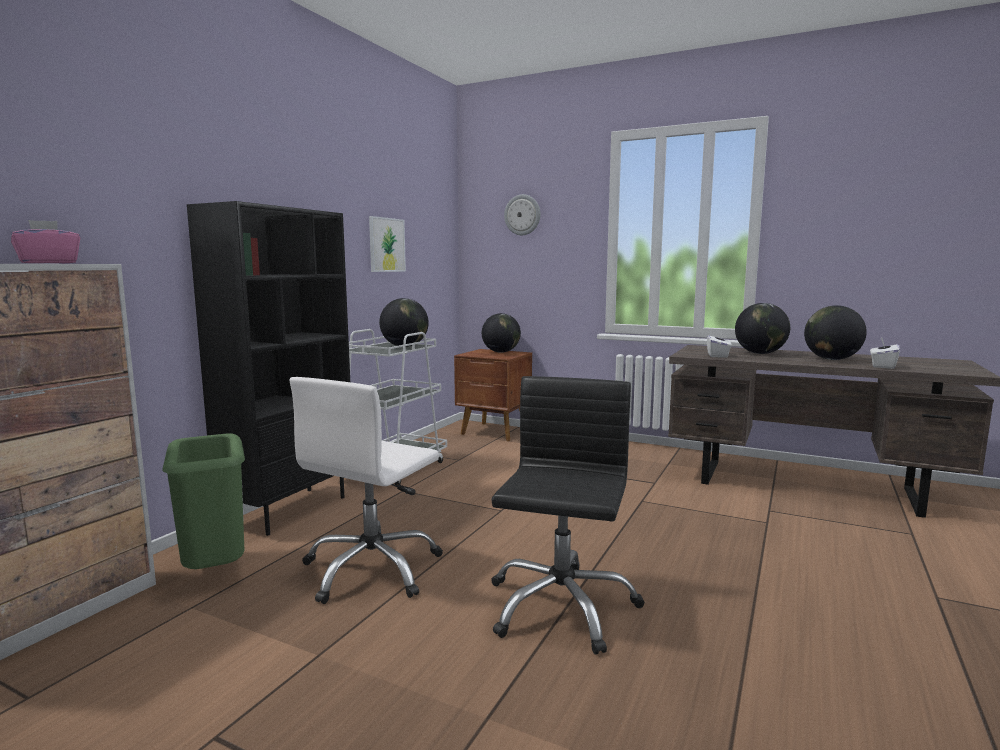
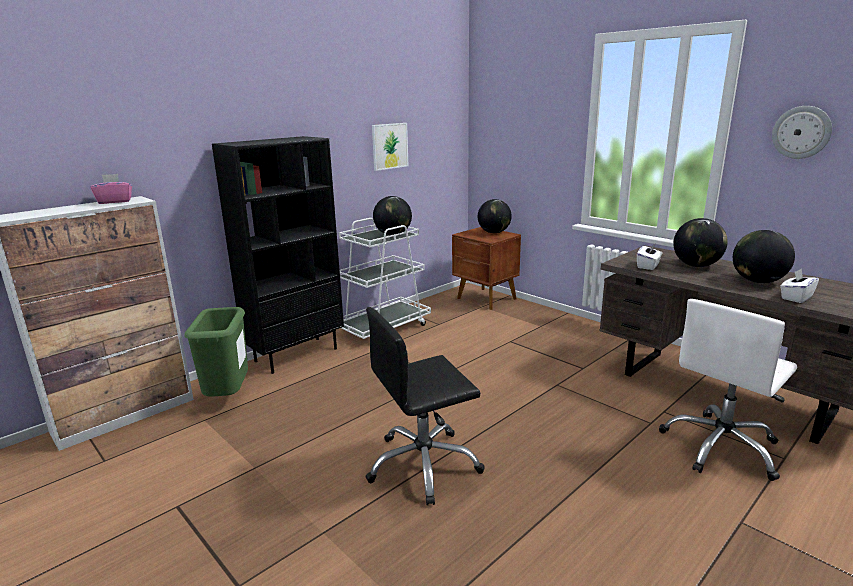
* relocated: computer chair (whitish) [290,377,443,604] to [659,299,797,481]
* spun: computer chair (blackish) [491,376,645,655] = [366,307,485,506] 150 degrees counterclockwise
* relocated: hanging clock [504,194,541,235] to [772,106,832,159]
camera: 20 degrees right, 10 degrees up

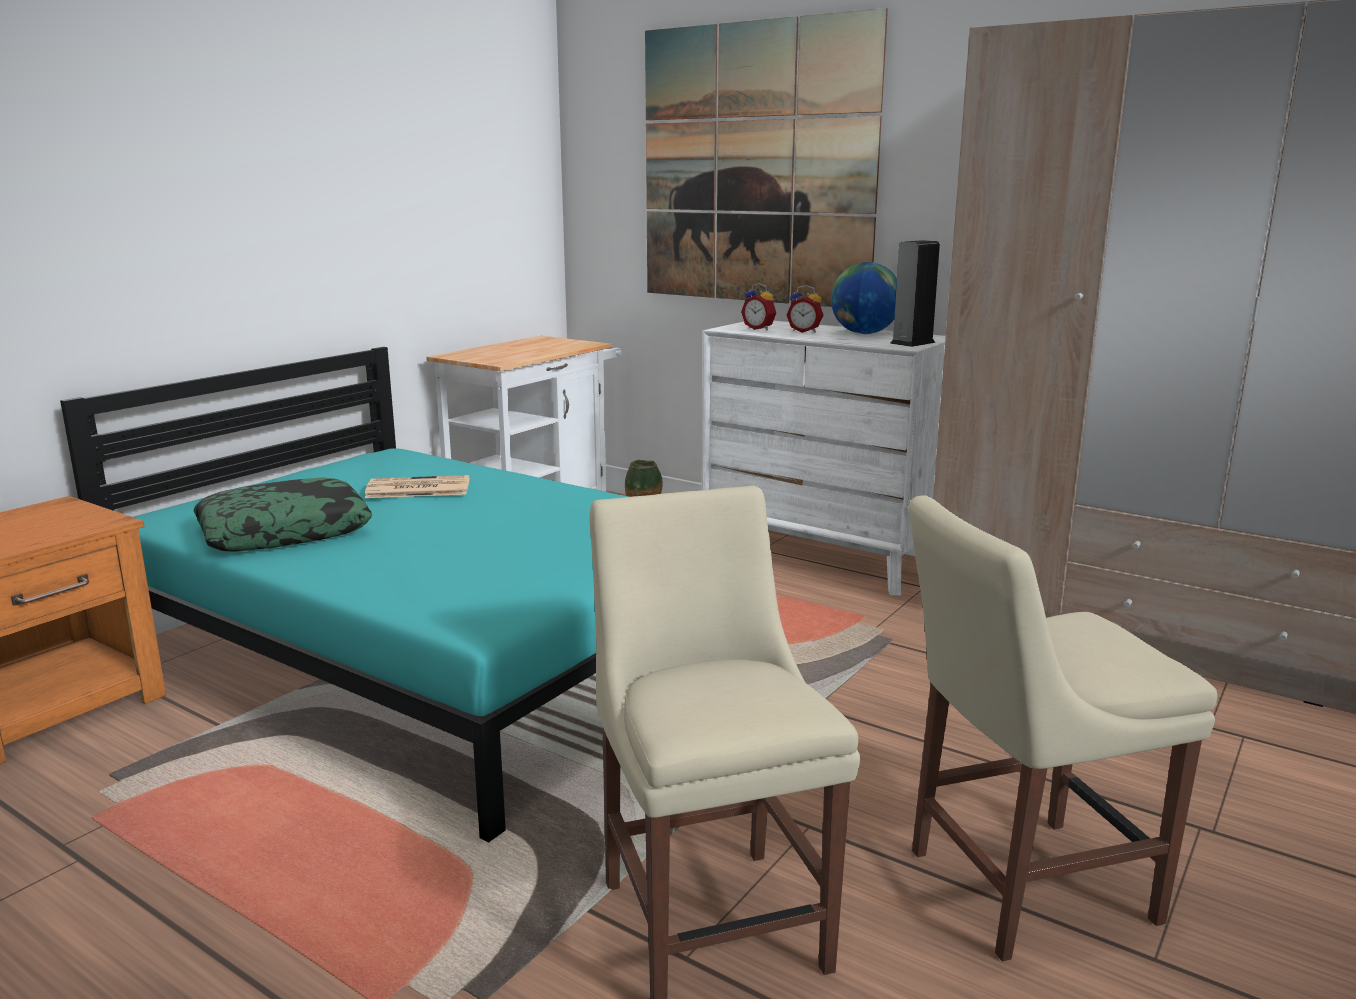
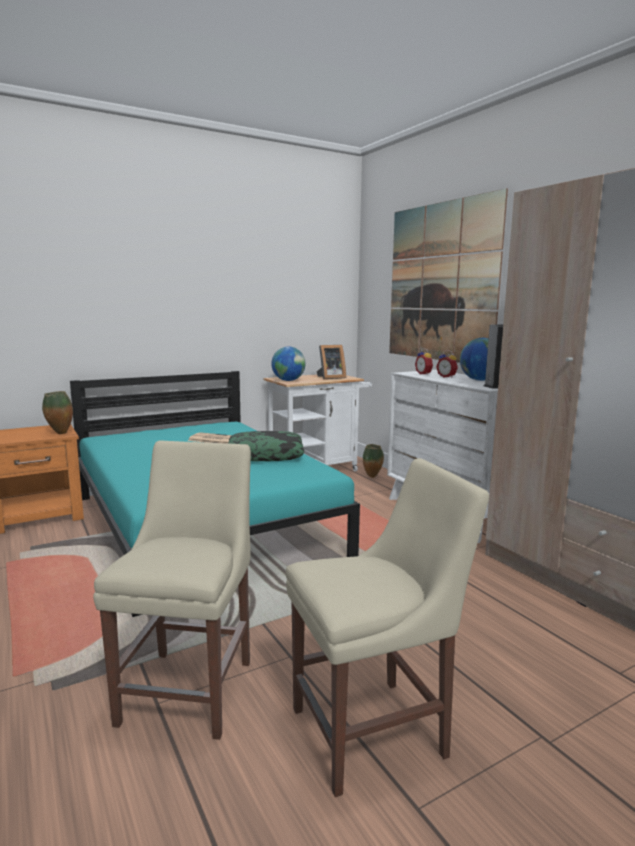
* relocated: cushion [193,478,372,552] to [228,431,304,461]
* spun: upright chair (beige) [909,495,1217,961] = [286,458,489,797] 150 degrees clockwise
* appeared: flower vase [42,391,73,434]
* appeared: desk globe [271,347,306,381]
* appeared: photo frame [317,345,346,379]
camera: 25 degrees right, 5 degrees down

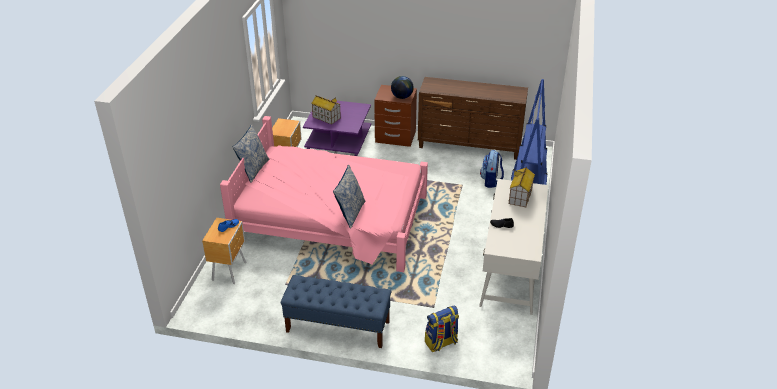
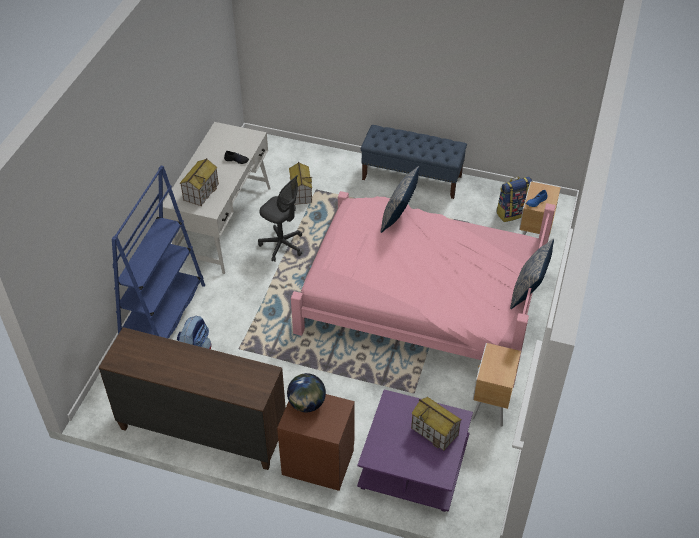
* relocated: knapsack [425,305,459,352] to [496,176,533,222]
* appeared: computer chair (greyish) [258,175,302,262]
* appeared: toy house [289,162,312,205]
camera: 175 degrees left, 10 degrees up

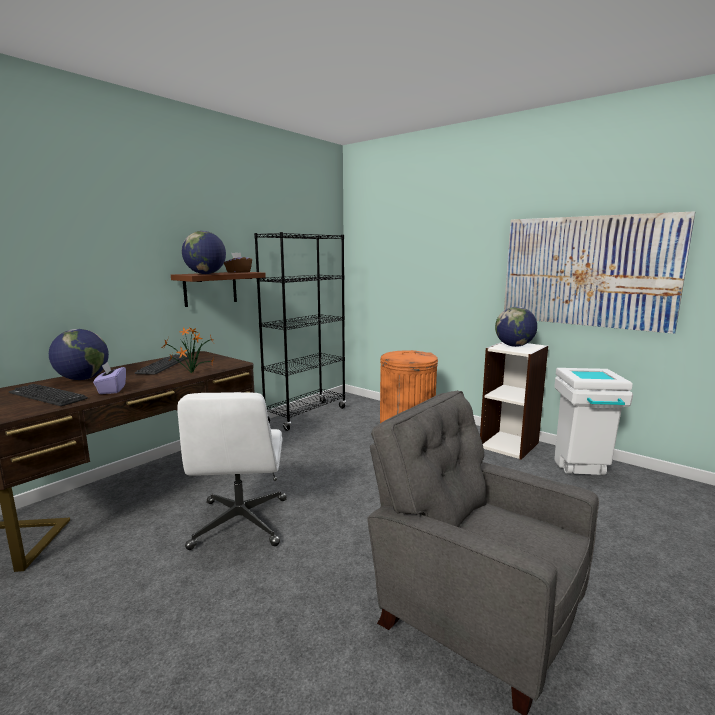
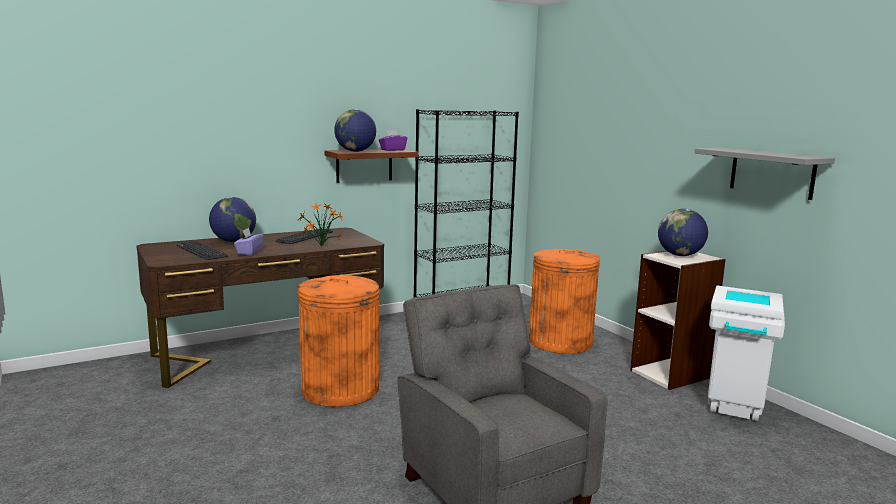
* exchanged: computer chair (whitish) [177,392,287,550] to rubbish bin (orange-coloured) [297,275,380,407]
* colour: tissue box (brown-coloured) [224,253,252,273] to tissue box (purplish) [379,130,408,151]
* exchanged: wall picture [504,211,695,334] to bracket shelf (greyish) [695,148,835,200]
camera: 20 degrees right, 0 degrees up

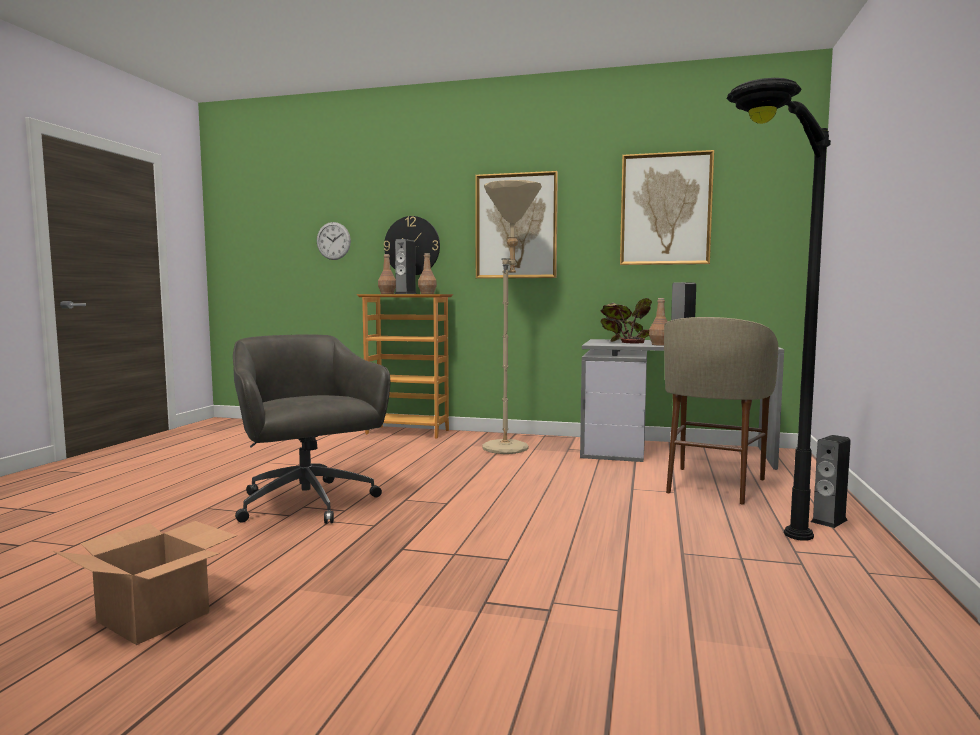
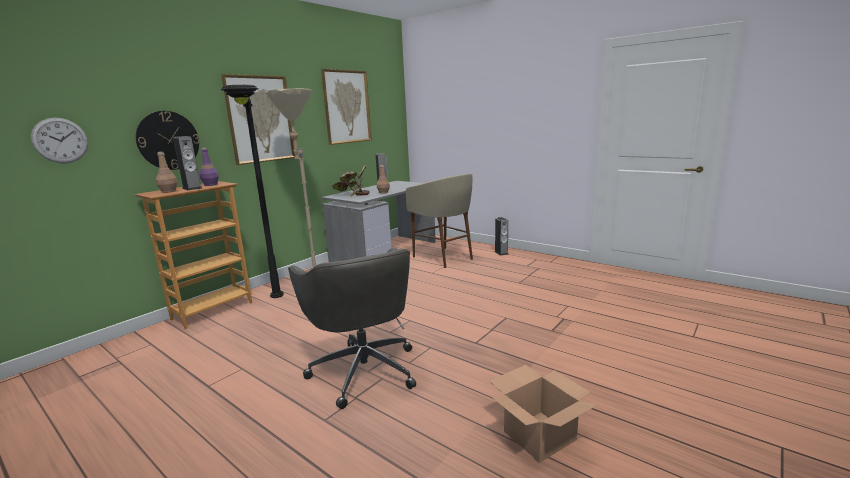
* spun: computer chair (greyish) [233,334,390,524] = [288,248,416,409] 105 degrees counterclockwise
* colour: bottle (brown-coloured) [418,253,437,294] to bottle (purplish) [199,148,219,186]
* relocated: standard lamp (blackish) [727,78,831,541] to [221,85,284,298]
camera: 65 degrees left, 10 degrees up

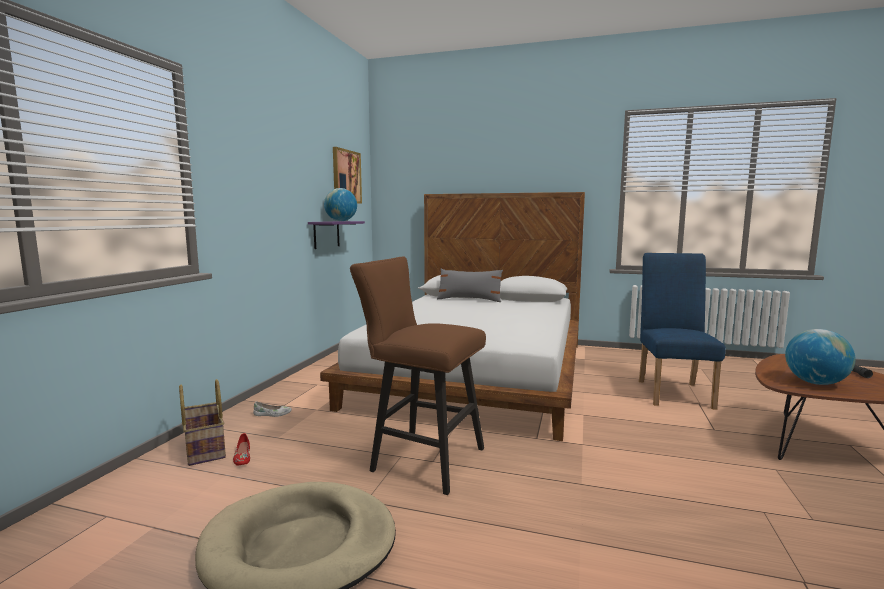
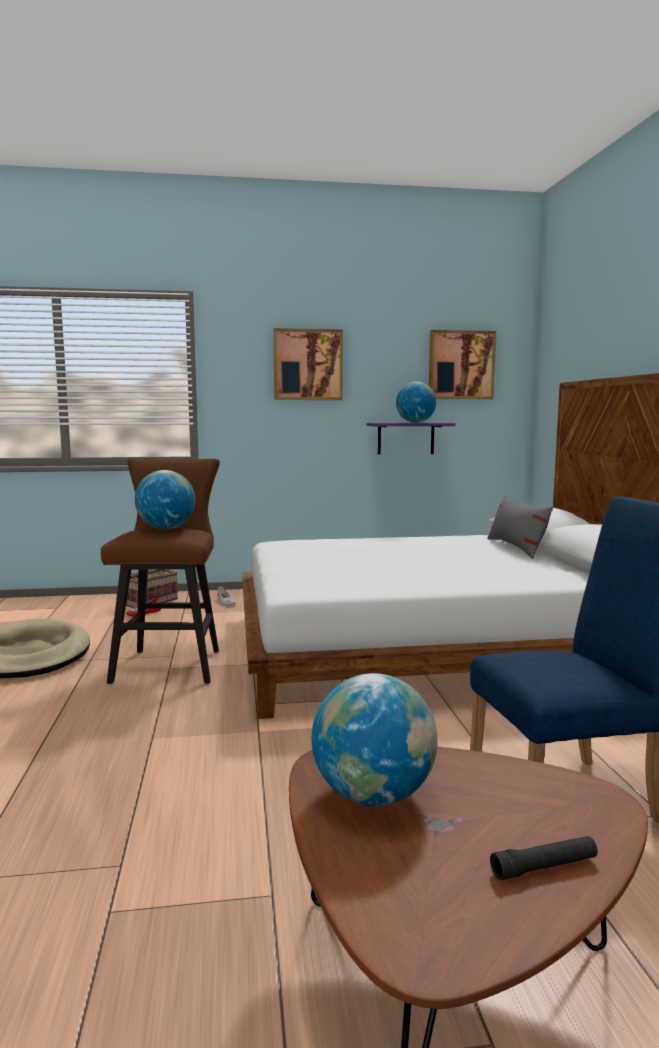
* appeared: desk globe [135,470,195,529]
* appeared: wall picture [273,328,343,400]
camera: 65 degrees right, 0 degrees up

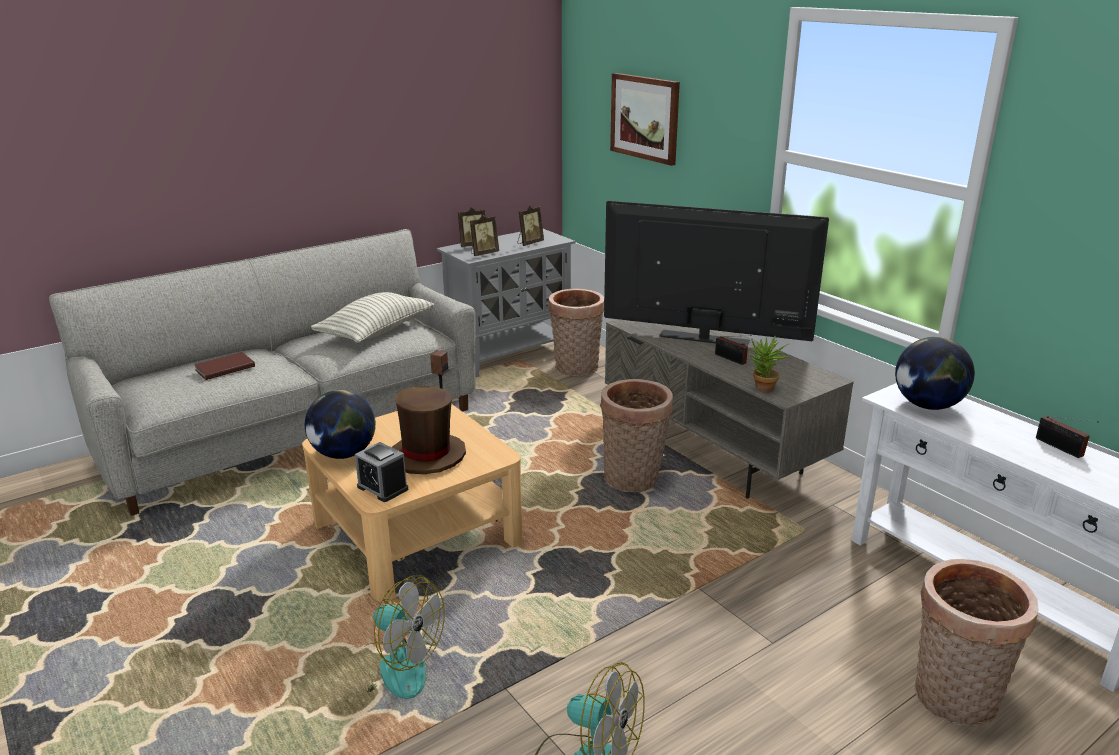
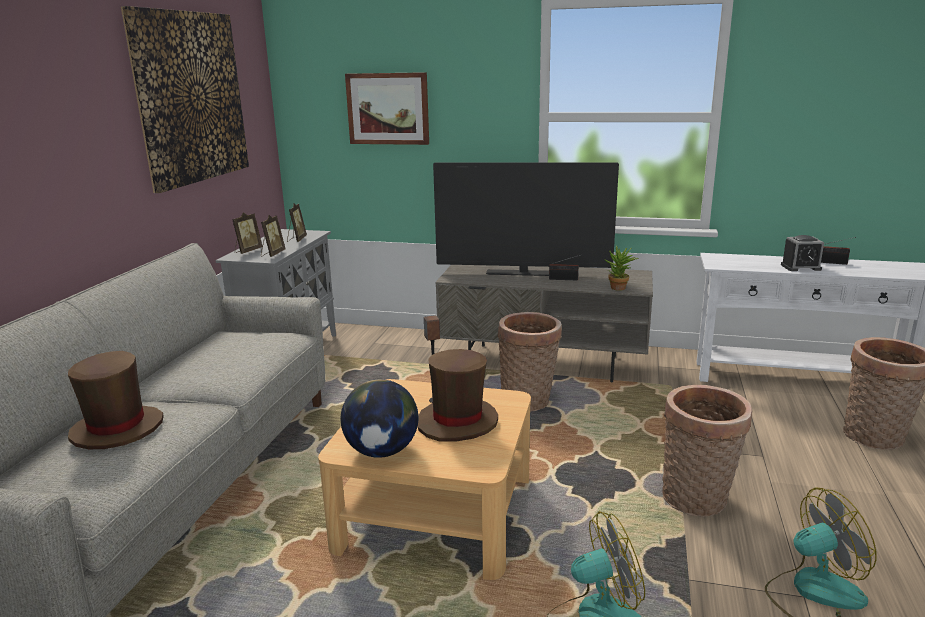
* exchanged: bound book (brown-coloured) [194,352,255,380] to clothing hat (brown-coloured) [68,351,163,449]
* missing: cushion [311,292,434,343]
* relocated: alarm clock [355,442,408,502] to [781,235,824,271]
* relocated: household basket [549,288,604,376] to [662,385,752,517]
* spun: television [604,201,829,347] = [433,162,619,276] 150 degrees counterclockwise
* missing: desk globe [895,337,975,410]
* appeared: wall picture [121,6,249,193]
camera: 40 degrees left, 5 degrees down

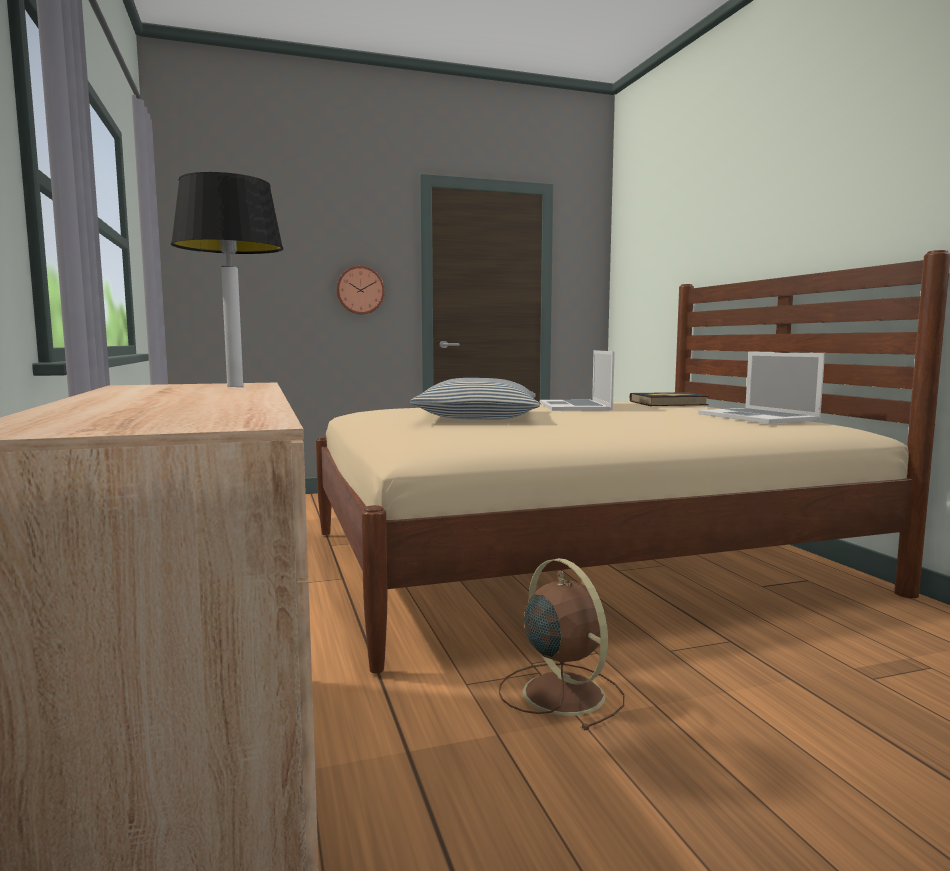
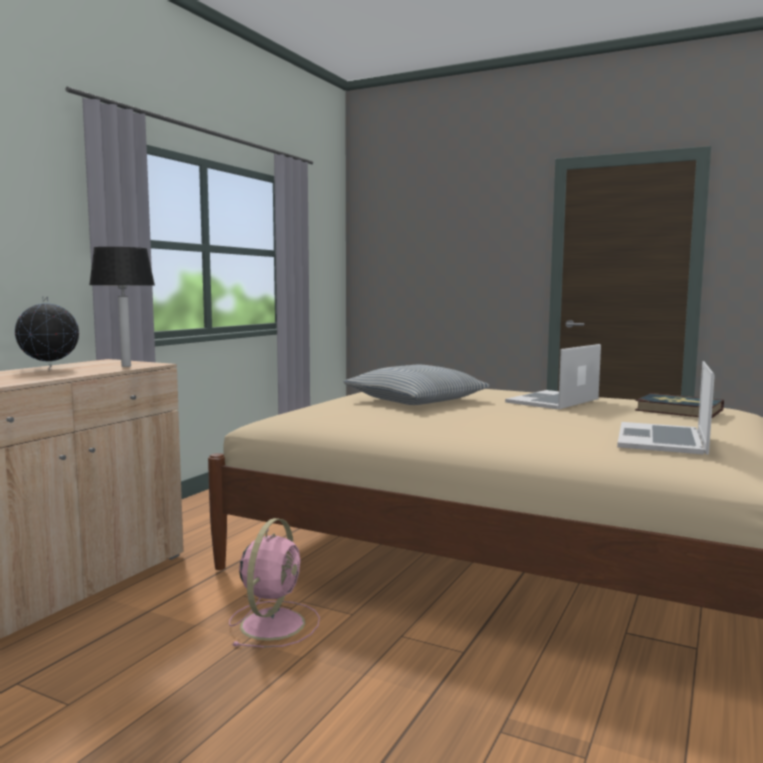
* missing: hanging clock [336,266,385,314]
* colour: electric fan (brown-coloured) [499,558,624,730] to electric fan (pink-coloured) [229,518,320,647]
* appeared: desk globe [15,296,79,370]
camera: 45 degrees right, 0 degrees up

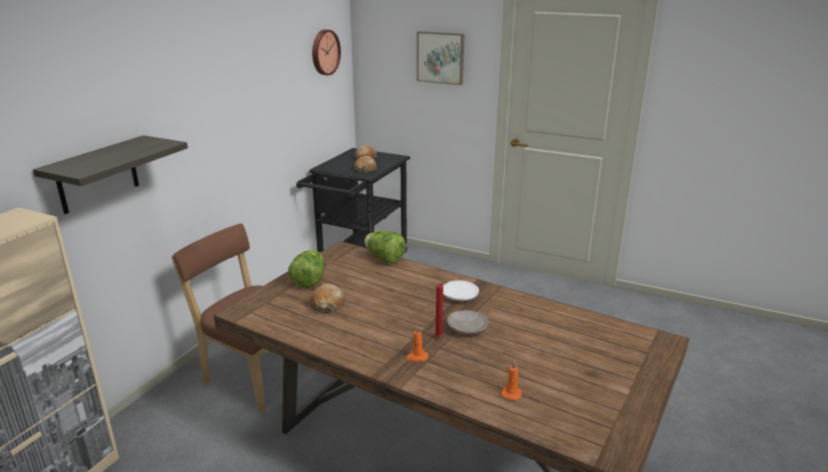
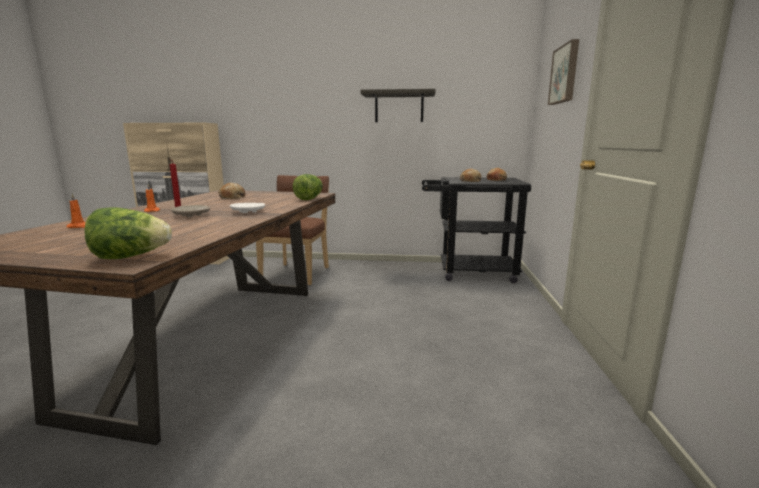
* relocated: bracket shelf [33,135,188,214] to [360,89,436,122]
* relocated: lettuce [288,250,325,288] to [84,207,172,259]
* missing: hanging clock [312,30,341,75]
camera: 70 degrees right, 10 degrees down

